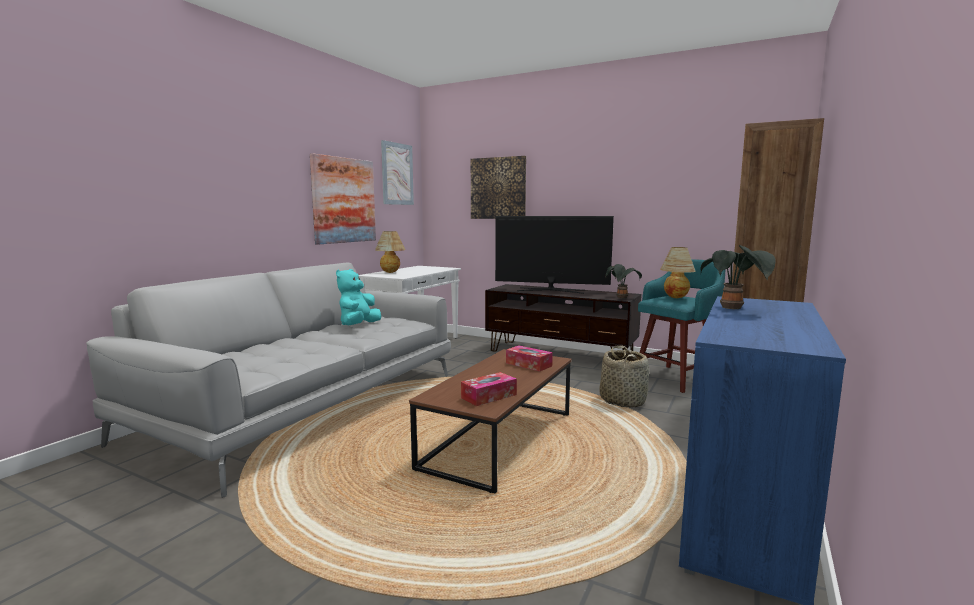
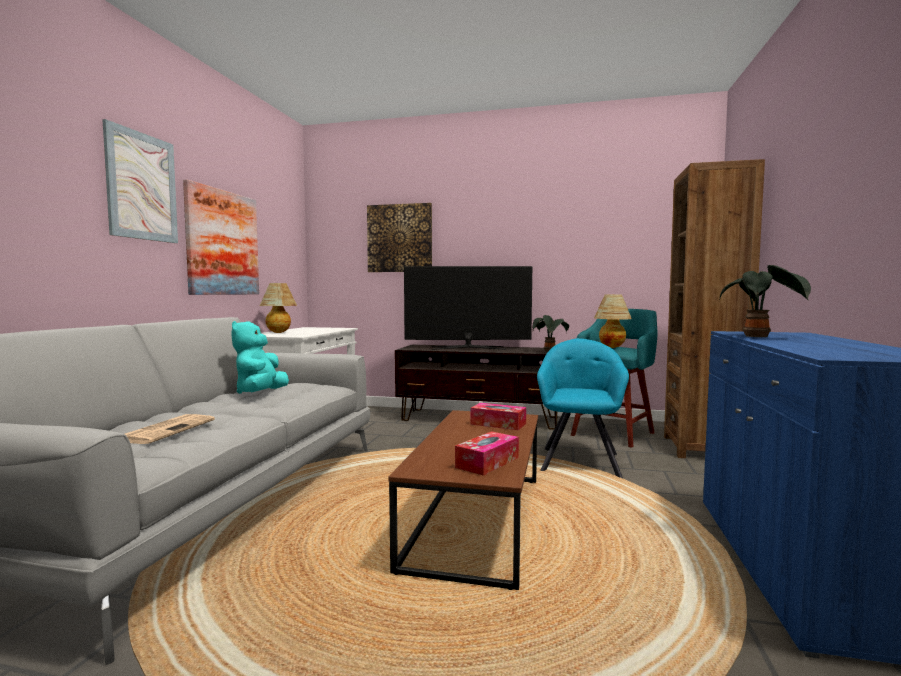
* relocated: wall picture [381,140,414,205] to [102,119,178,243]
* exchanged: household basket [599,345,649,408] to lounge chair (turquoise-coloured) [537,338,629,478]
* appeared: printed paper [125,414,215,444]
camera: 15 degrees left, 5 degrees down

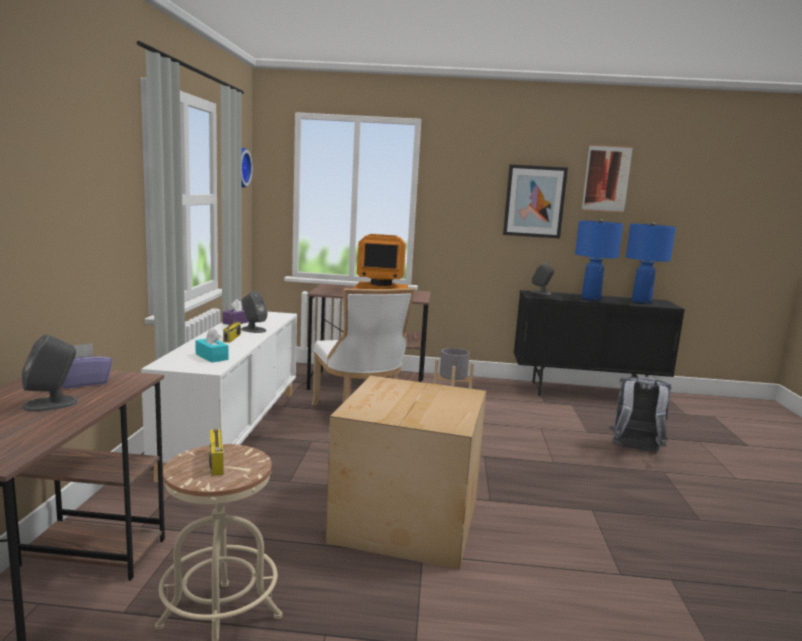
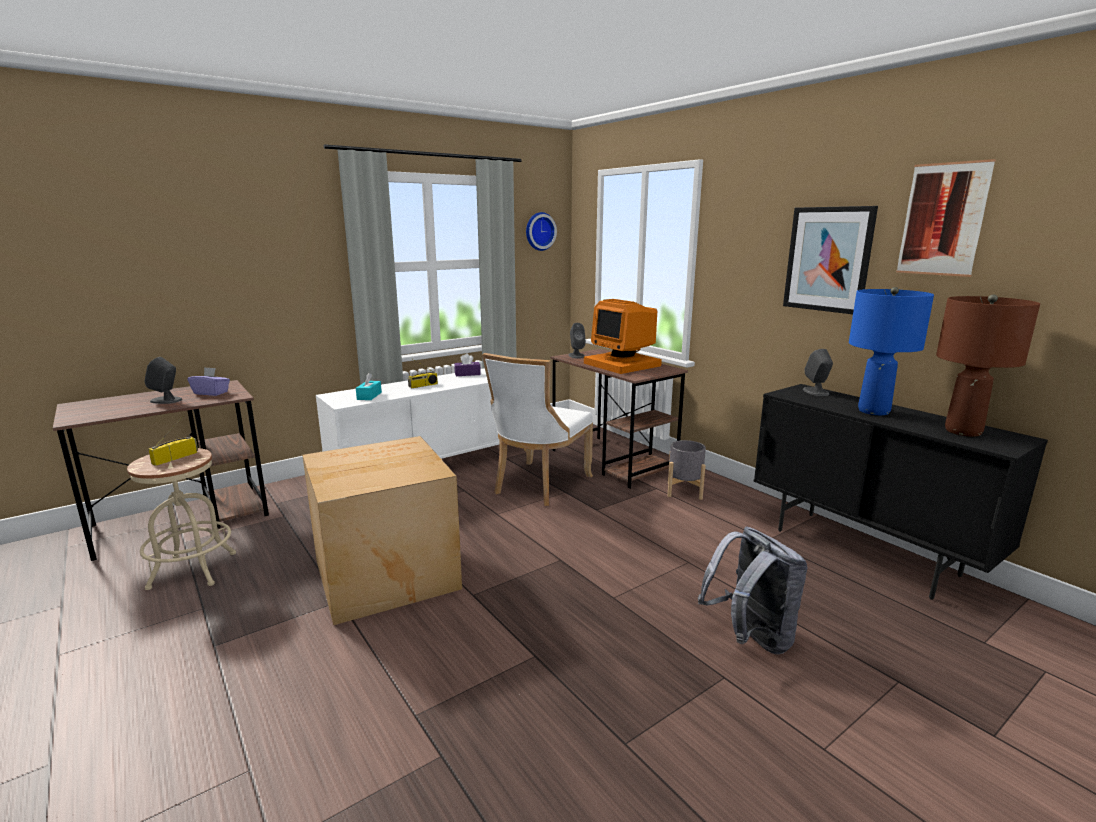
* relocated: loudspeaker (greyish) [241,291,268,333] to [569,323,586,358]
* colour: table lamp (bluish) [626,222,676,303] to table lamp (brown-coloured) [936,294,1040,437]
camera: 50 degrees right, 5 degrees up

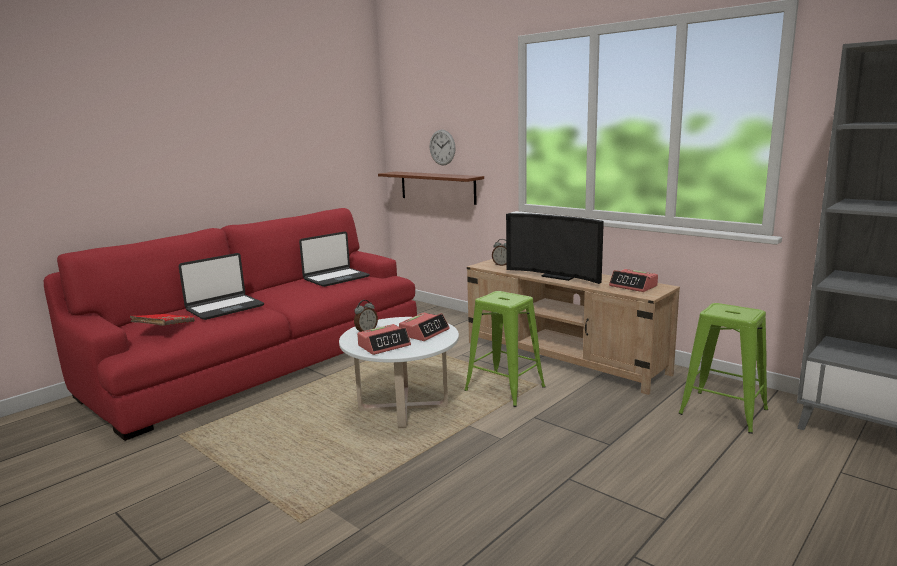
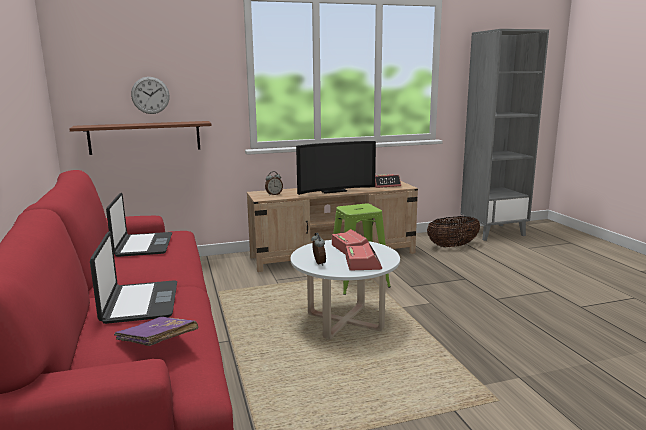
* colour: bound book (red) [130,314,195,326] to bound book (purplish) [114,317,198,346]
* exchanged: stool (green-coloured) [679,303,768,434] to household basket [427,216,480,247]
camera: 60 degrees left, 0 degrees up

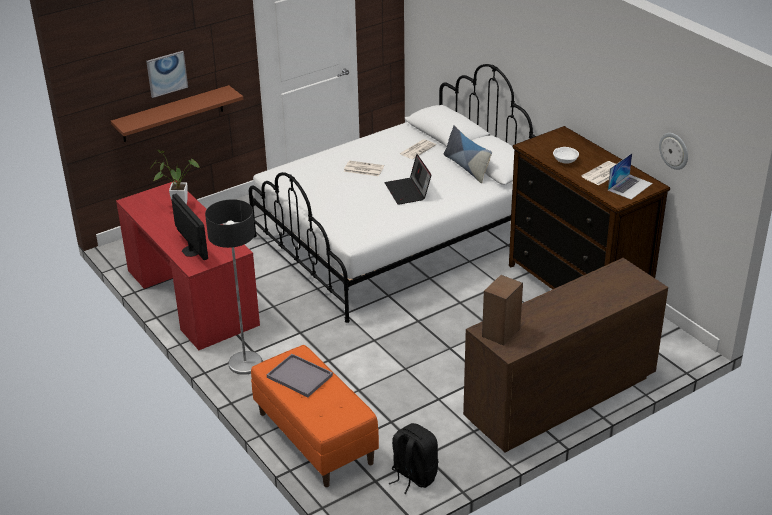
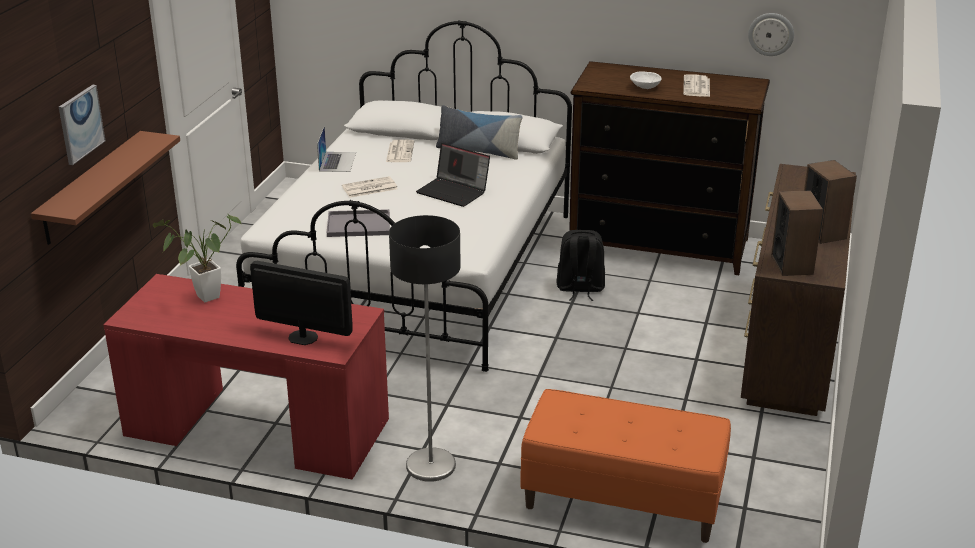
* relocated: carrying tray (greyish) [267,354,333,397] to [327,209,390,237]
* relocated: knapsack (blackish) [389,423,438,494] to [556,230,605,301]
* relocated: laptop [608,153,653,200] to [317,126,356,172]
* appeared: loudspeaker [804,160,857,244]
camera: 40 degrees left, 5 degrees down

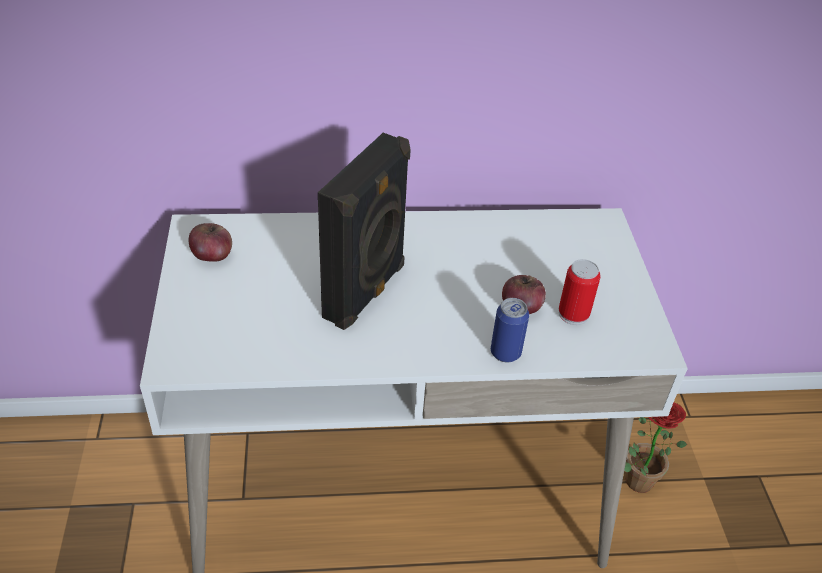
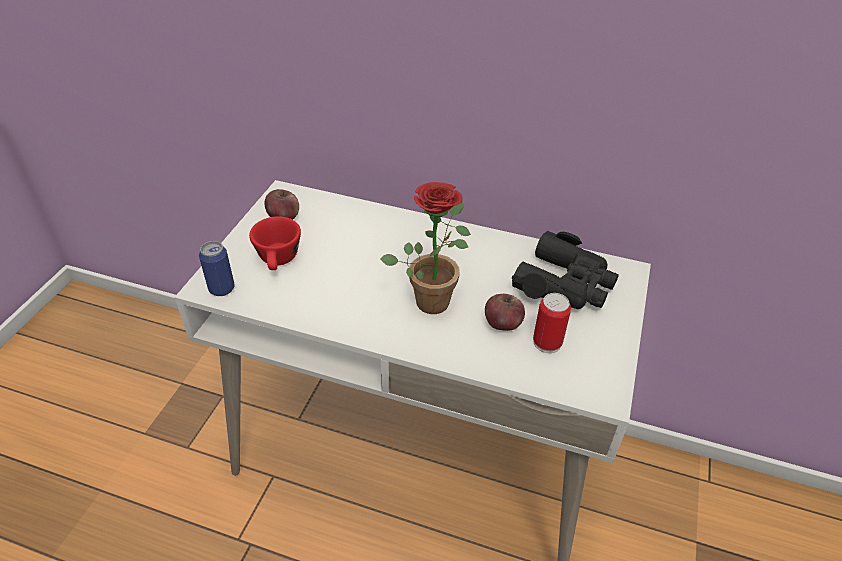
* missing: loudspeaker (blackish) [318,133,411,330]
* relocated: can [491,298,529,363] to [199,241,235,296]
* relocated: plant in a pot [624,402,687,493] to [380,182,471,314]
* appeared: drinking cup (red) [249,216,301,270]
* appeared: pair of binoculars (blackish) [512,231,619,309]
camera: 25 degrees right, 0 degrees up

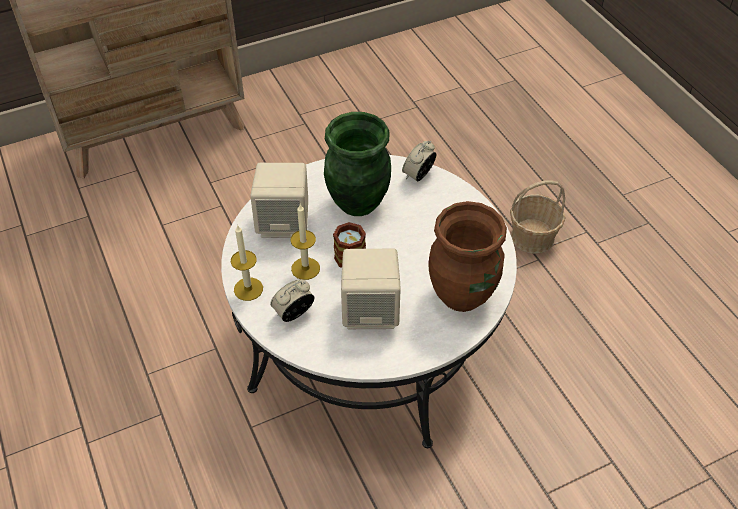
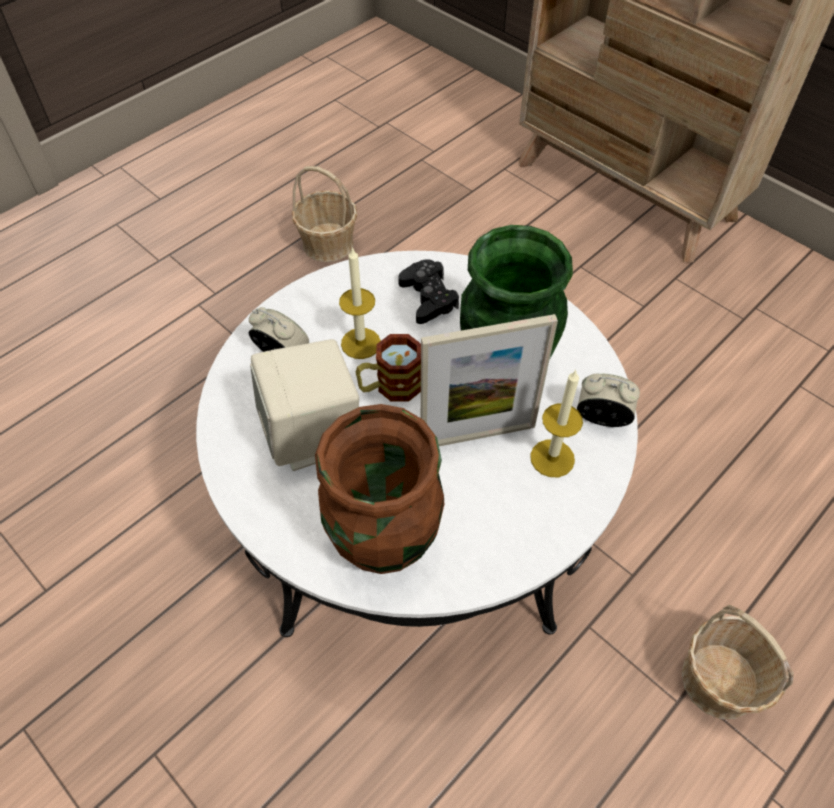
* relocated: wax candle [231,224,263,301] to [530,369,583,477]
* exchanged: loudspeaker (beige) [250,163,308,238] to game controller (blackish) [398,259,459,324]
* appeared: household basket [292,166,357,262]
* appeared: photo frame [421,314,558,446]
camera: 70 degrees right, 5 degrees up

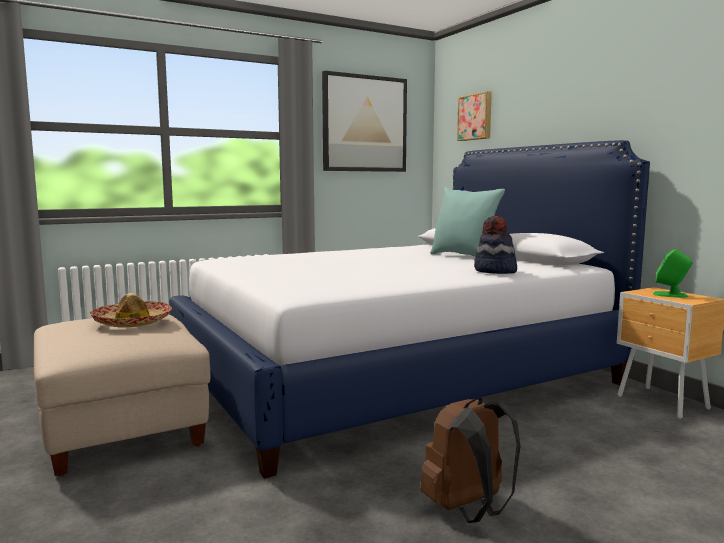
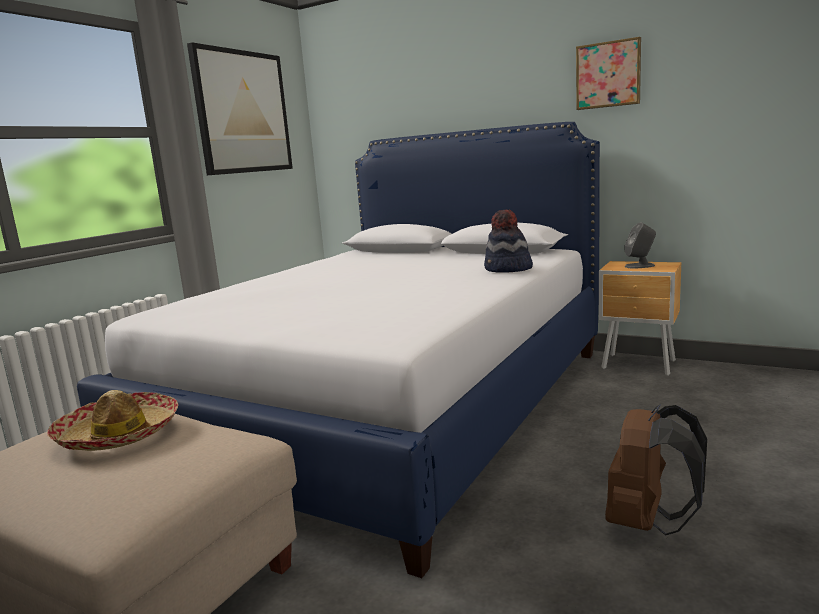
* missing: cushion (turquoise-coloured) [430,187,505,257]
* relocated: wall picture [457,91,492,141] to [576,37,641,110]
* colour: loudspeaker (green-coloured) [653,249,693,298] to loudspeaker (greyish) [625,222,656,269]
camera: 30 degrees left, 5 degrees up

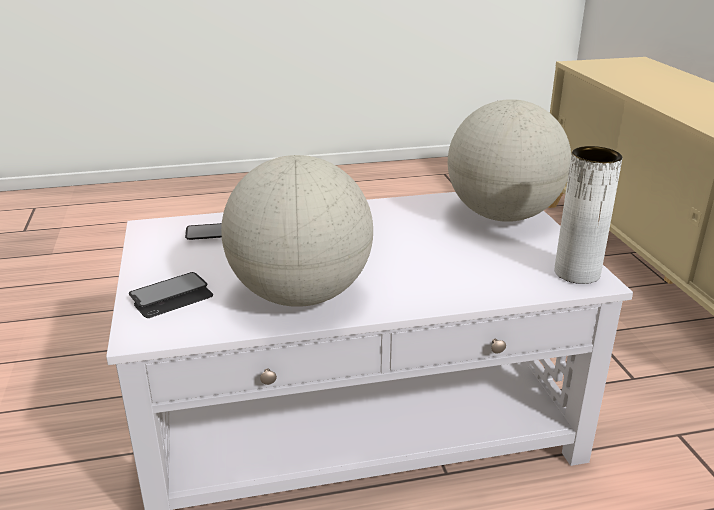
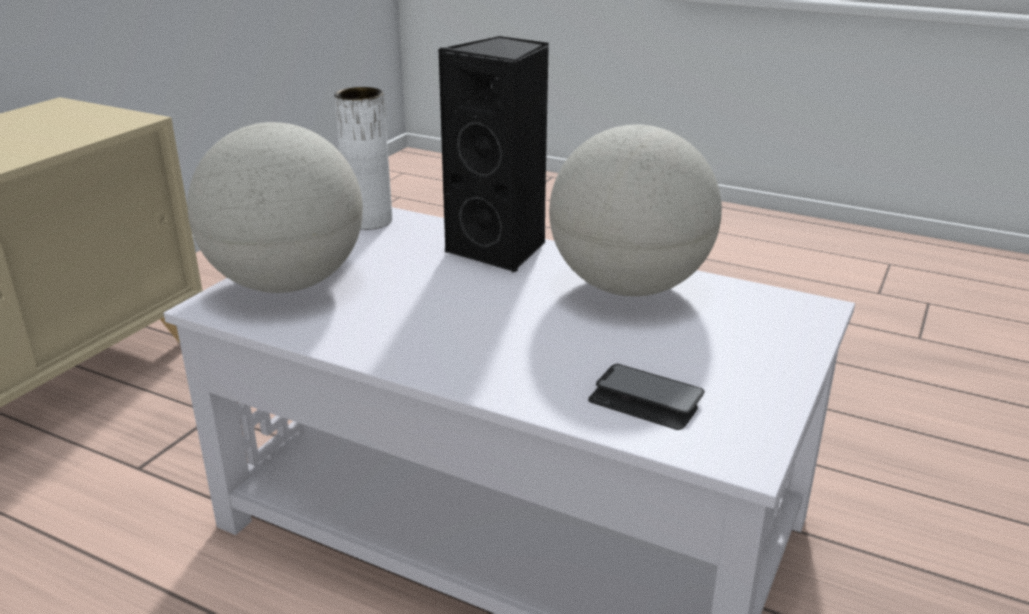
* missing: handset [129,272,213,318]
* appeared: loudspeaker (blackish) [437,36,549,273]
camera: 140 degrees left, 0 degrees up

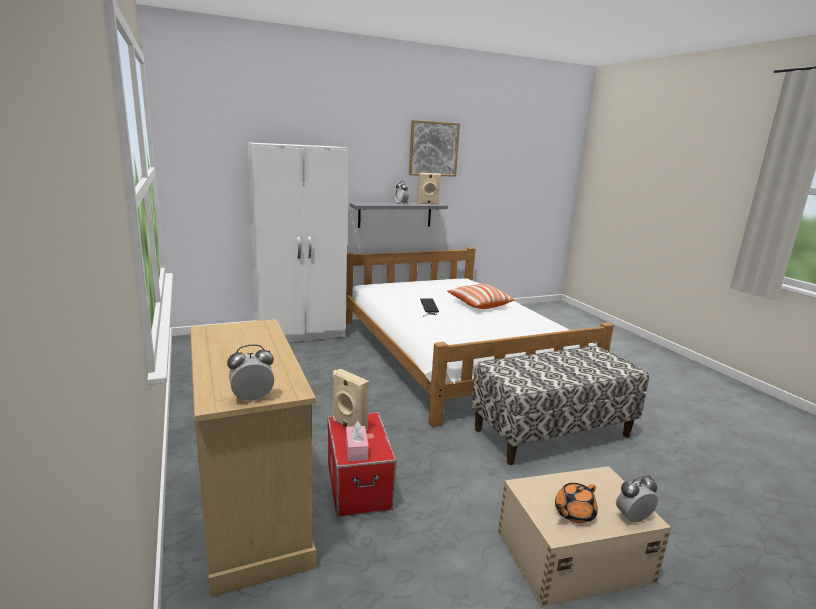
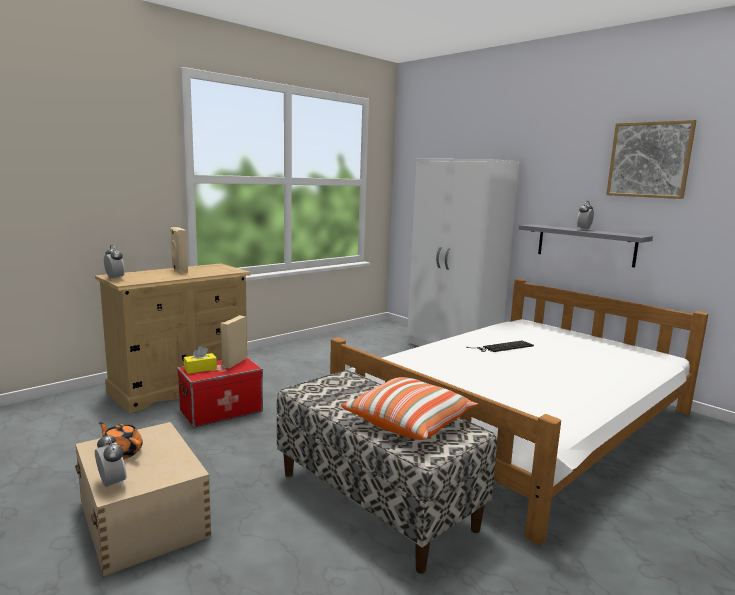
* colour: tissue box (pink-coloured) [346,421,369,461] to tissue box (yellow) [184,346,217,374]
* relocated: loudspeaker (beige) [417,173,441,205] to [170,227,188,273]
* relocated: cushion [447,284,515,309] to [341,377,478,440]
camera: 70 degrees right, 5 degrees down

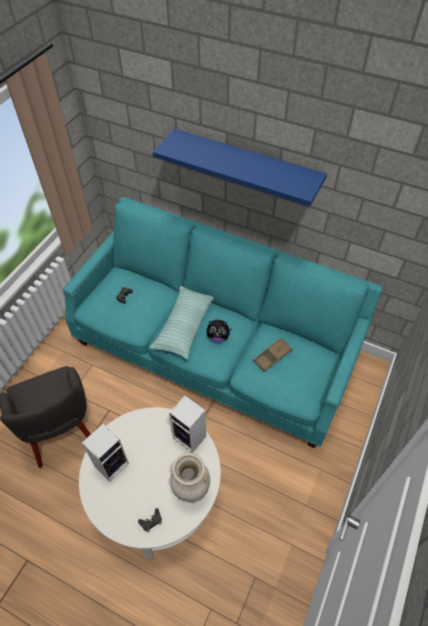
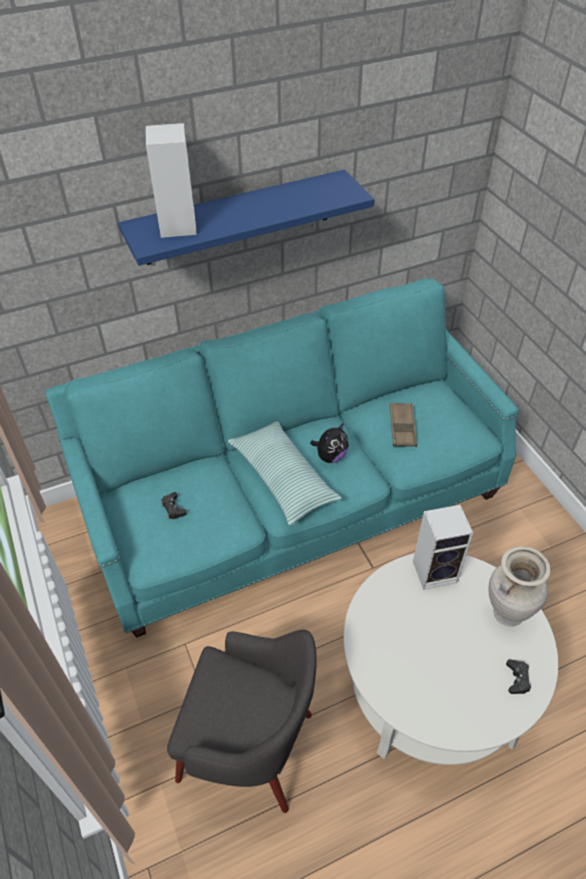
* relocated: loudspeaker [82,424,129,482] to [146,123,197,238]
camera: 50 degrees left, 5 degrees down

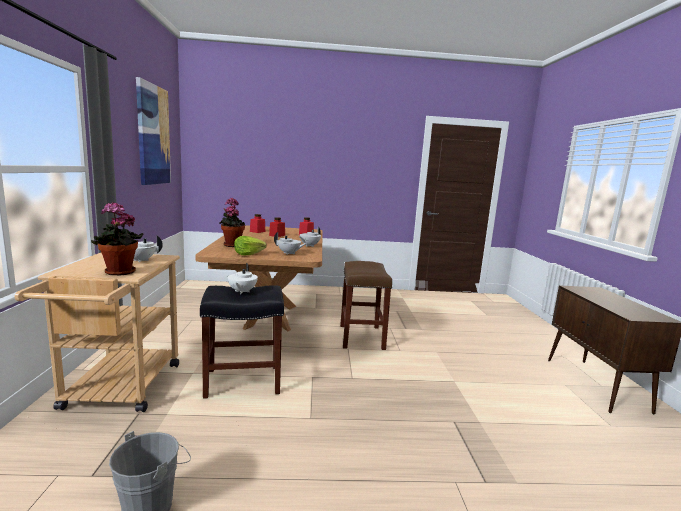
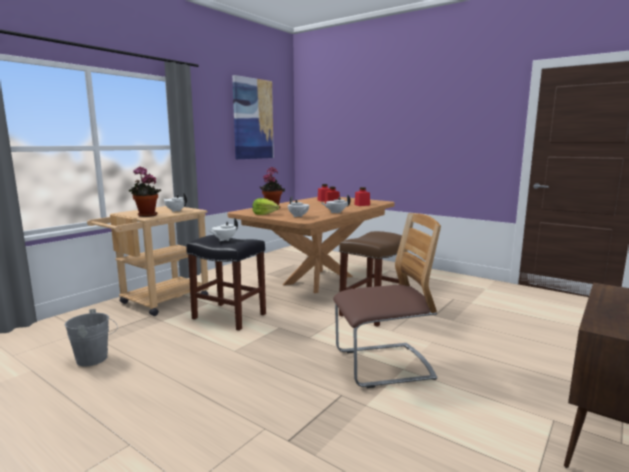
* appeared: upright chair [333,213,441,388]
camera: 40 degrees right, 0 degrees up

